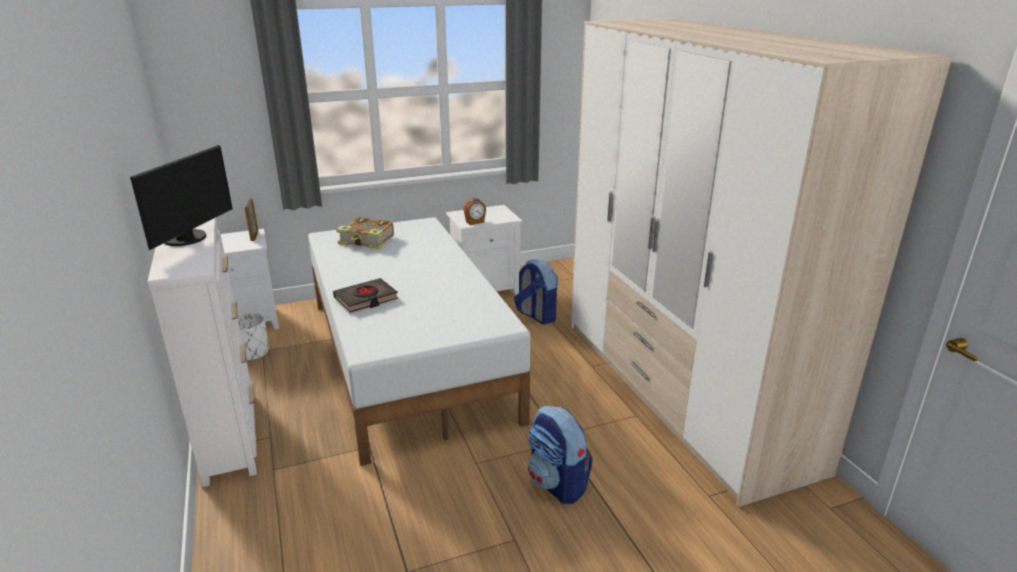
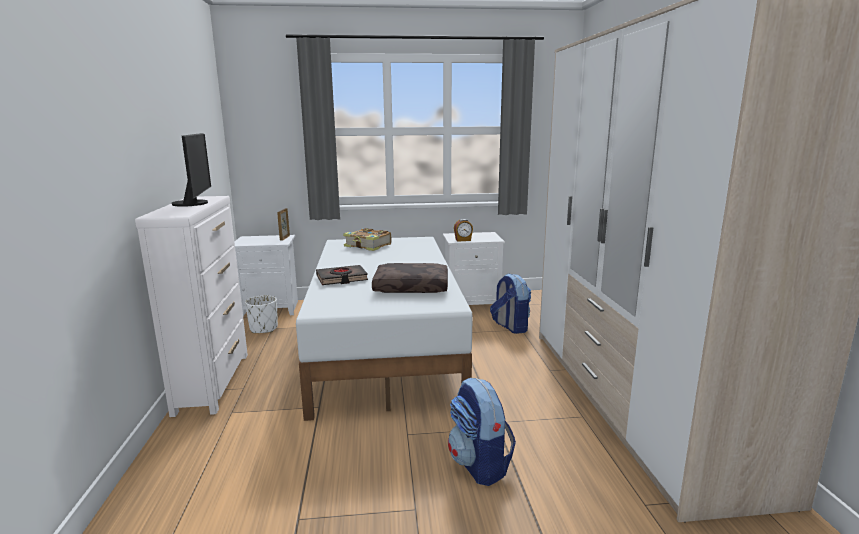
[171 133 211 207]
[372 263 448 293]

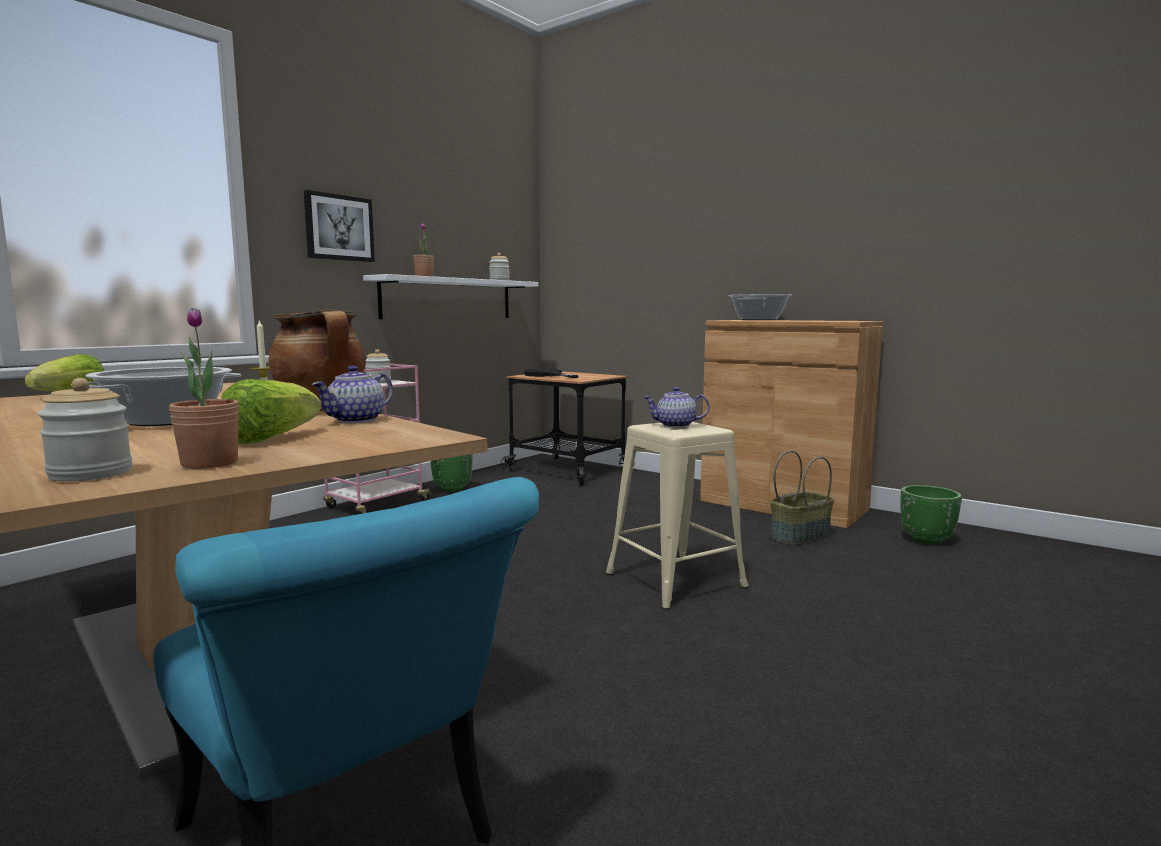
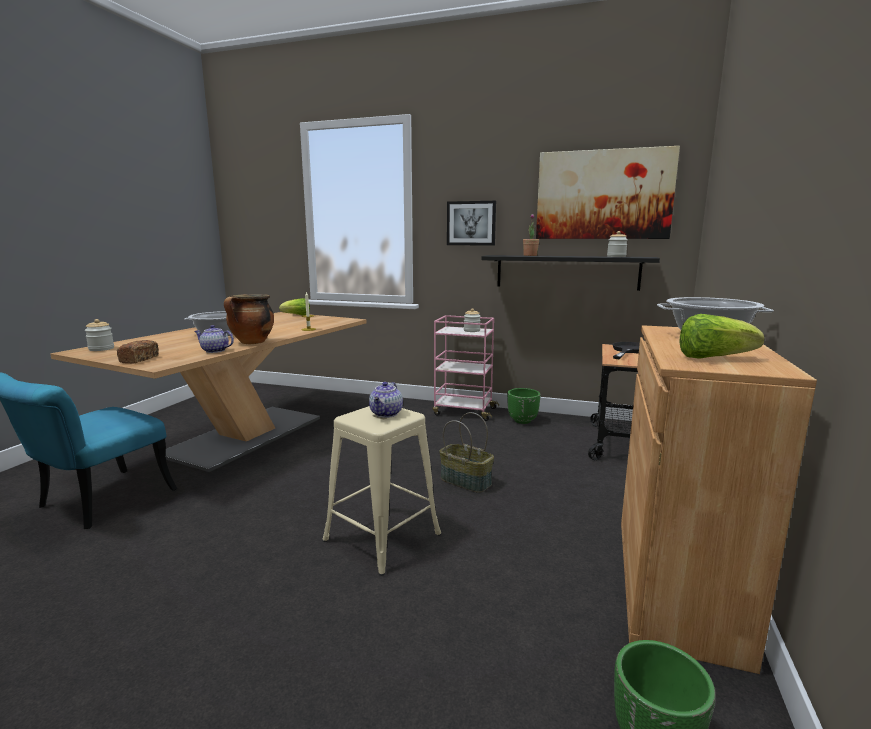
[481 255 660 291]
[169 308 239 469] (first image)
[680 314 765 359]
[369 382 403 418]
[439 412 494 493]
[536 146 680 239]
[117 340 159 364]

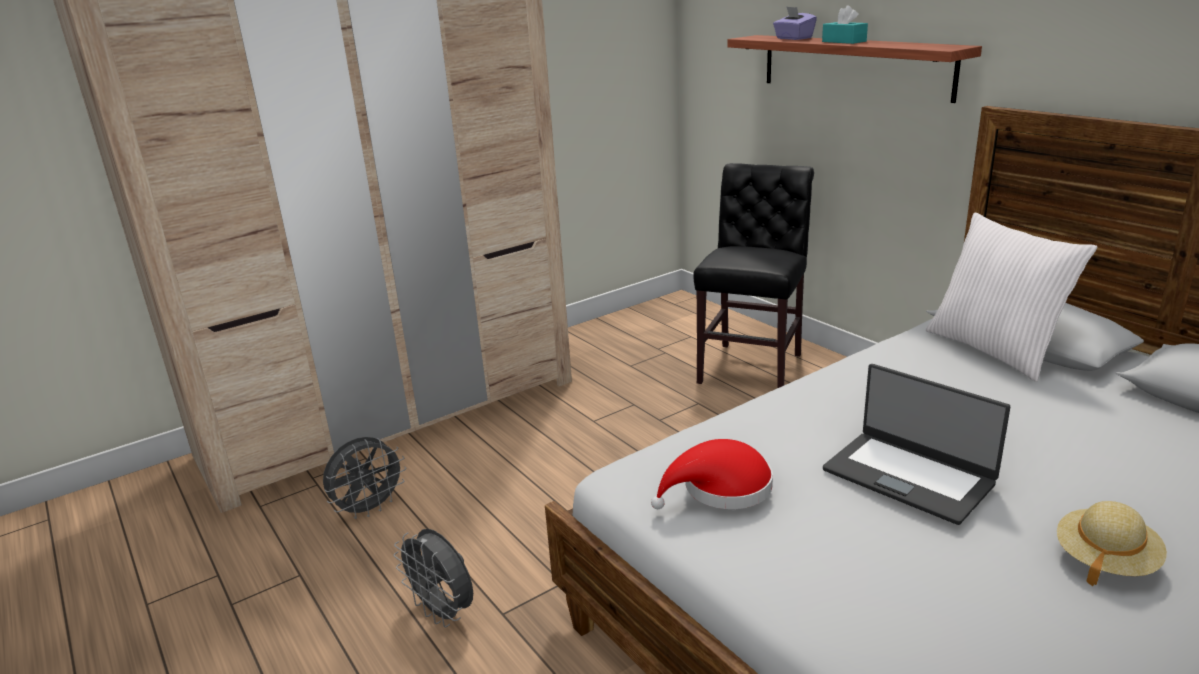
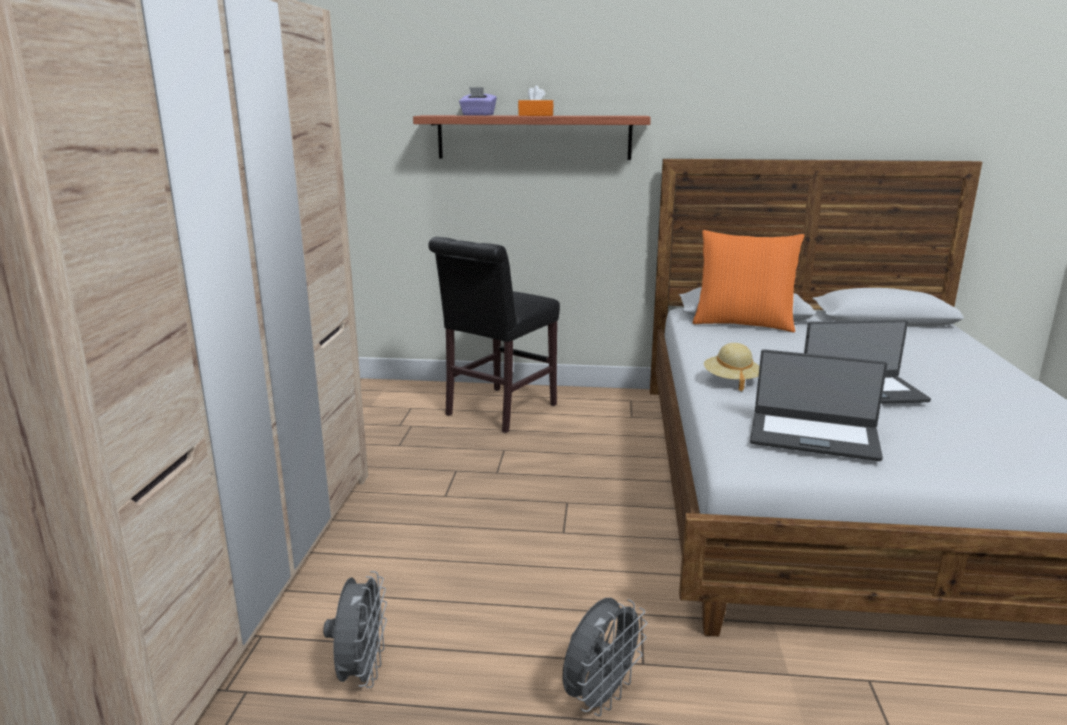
[518 85 554 116]
[428 237 560 433]
[693 230 804 332]
[750 349 887 461]
[704 343 760 391]
[563 598 647 716]

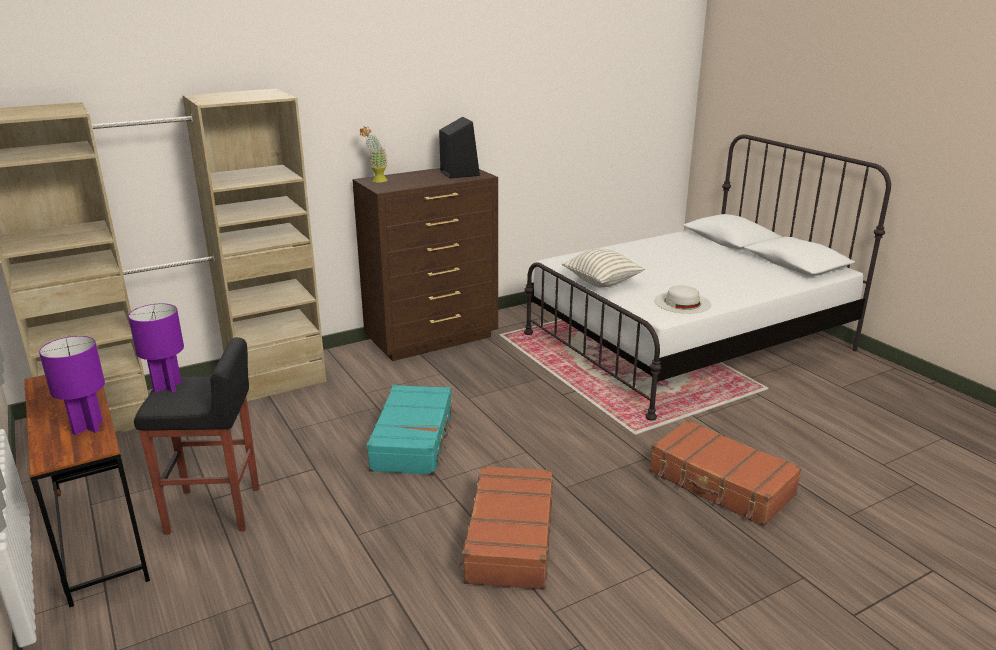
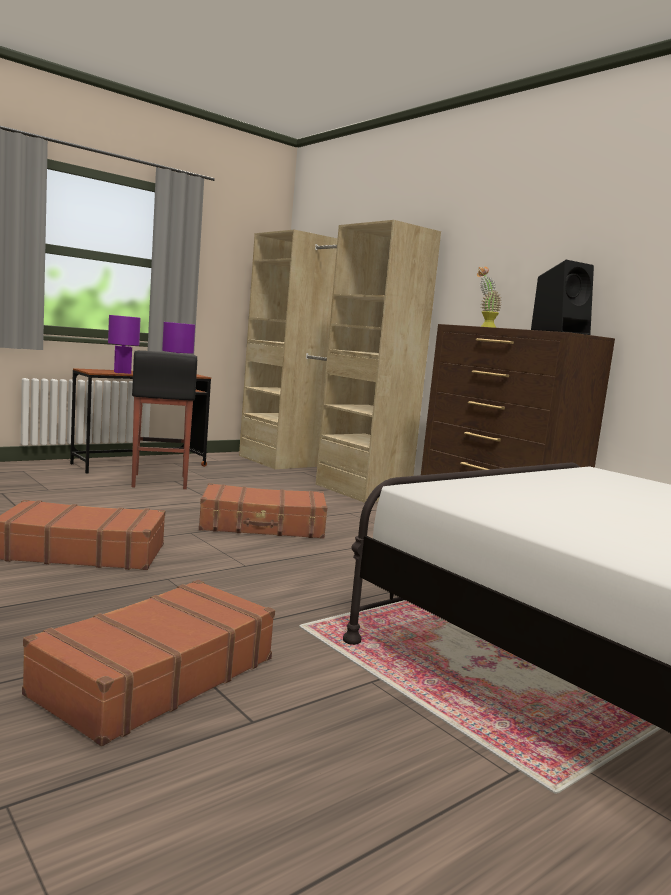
[562 249 645 288] (first image)
[654 286 711 314] (first image)
[199 483 327 539]

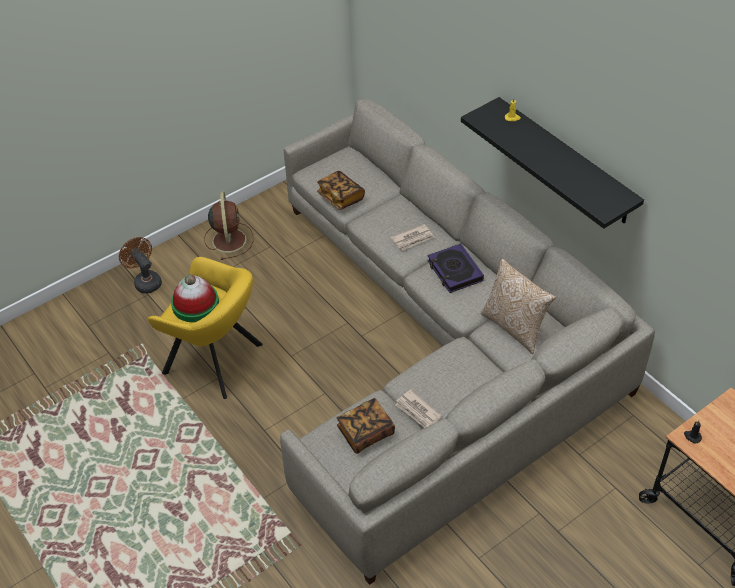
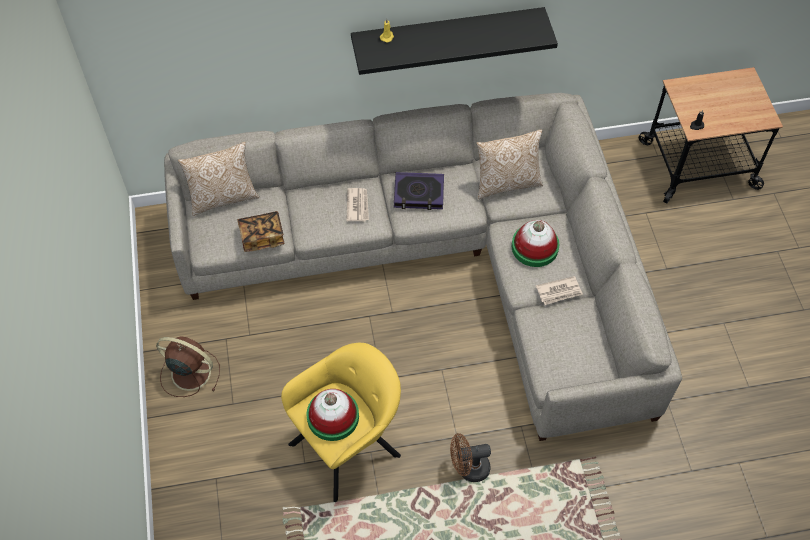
[450 433 491 482]
[337 398 395 454] (first image)
[178 142 259 216]
[512 220 559 267]

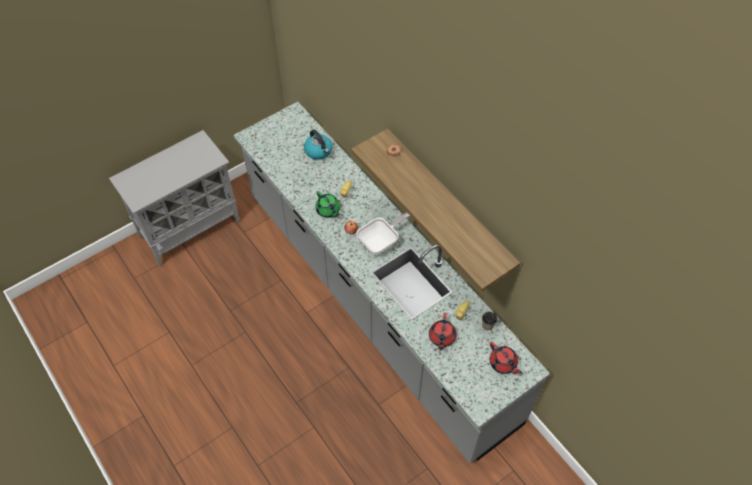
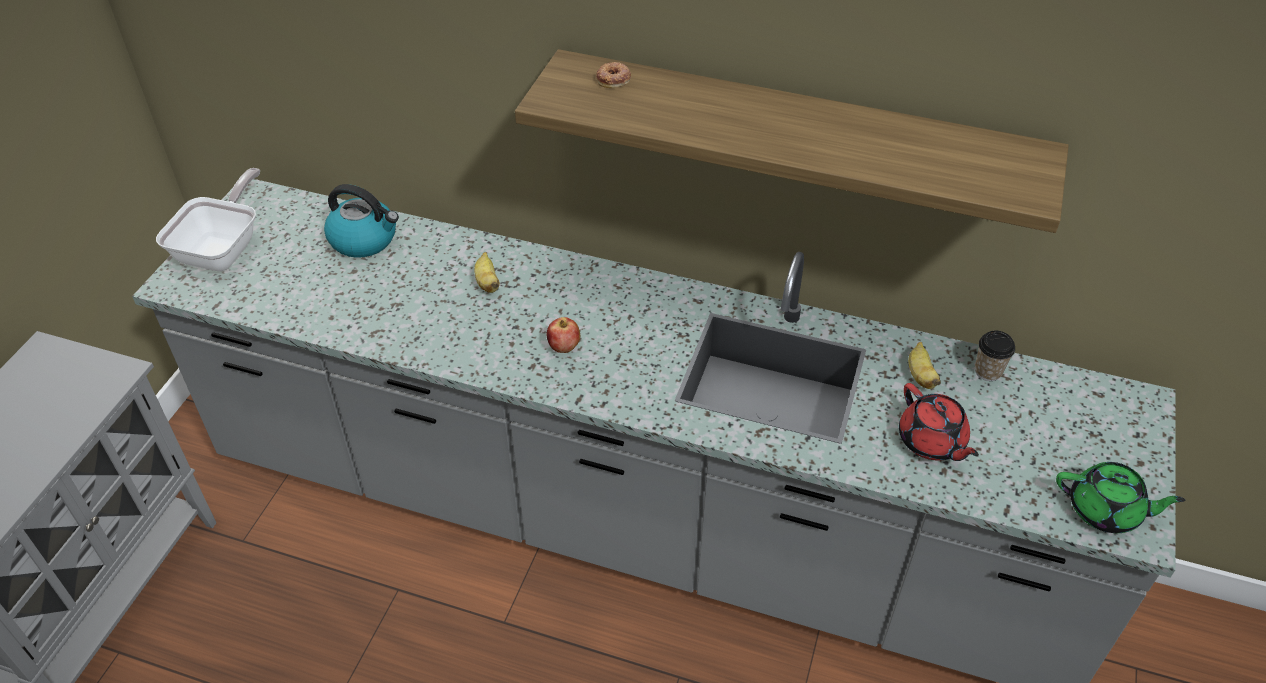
[1056 462 1185 533]
[156 168 260 271]
[490 342 522 374] (first image)

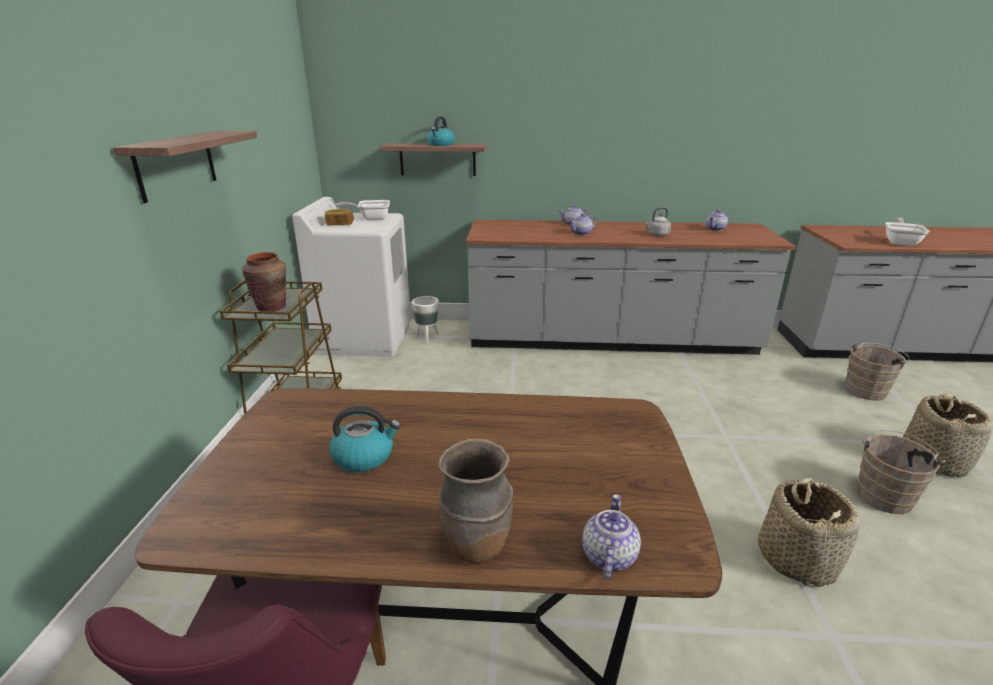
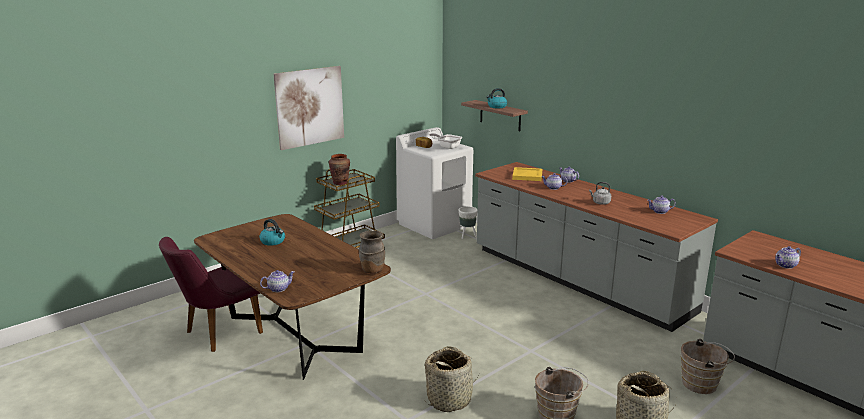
[274 66 344 150]
[775 246 801 269]
[359 230 385 273]
[512 167 542 181]

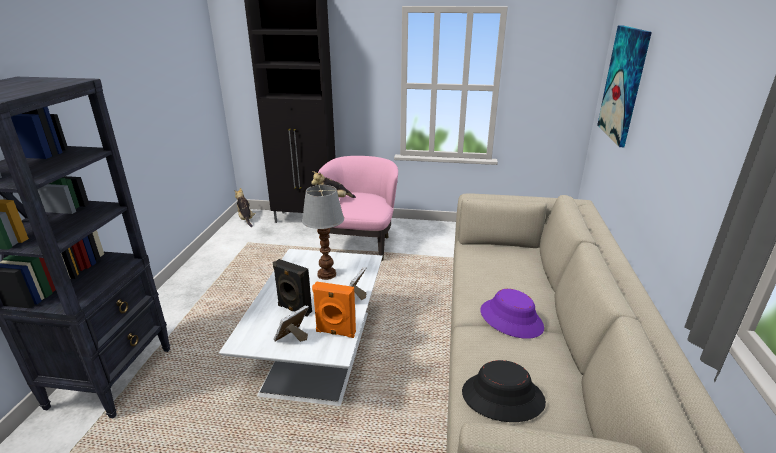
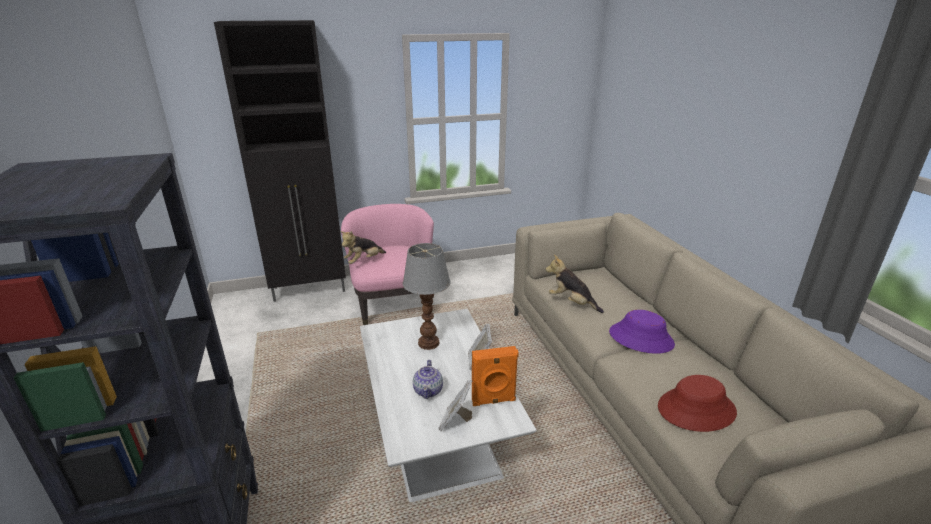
[597 25 652 147] (first image)
[546 255 604 313]
[413 360 443 399]
[658 375 737 432]

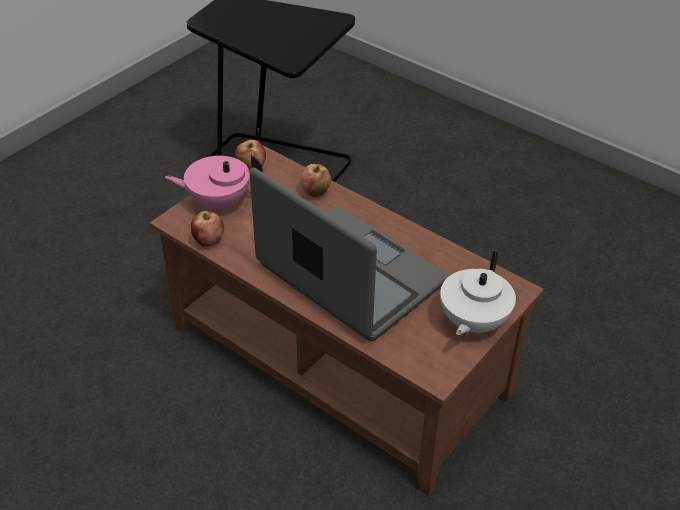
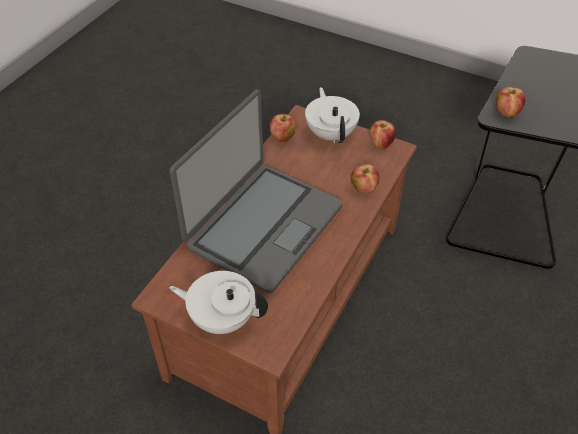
[305 87 360 143]
[496 87 525 117]

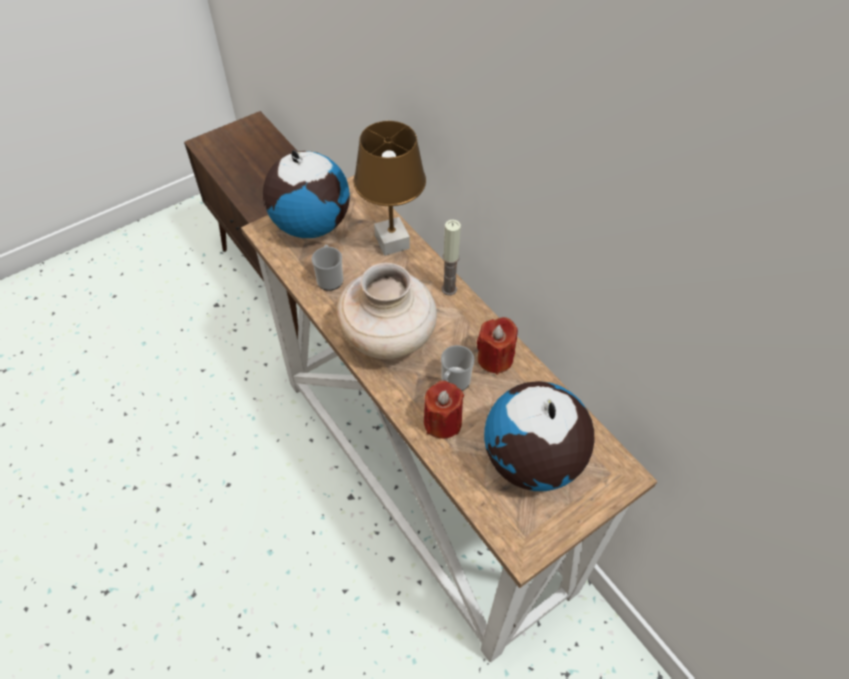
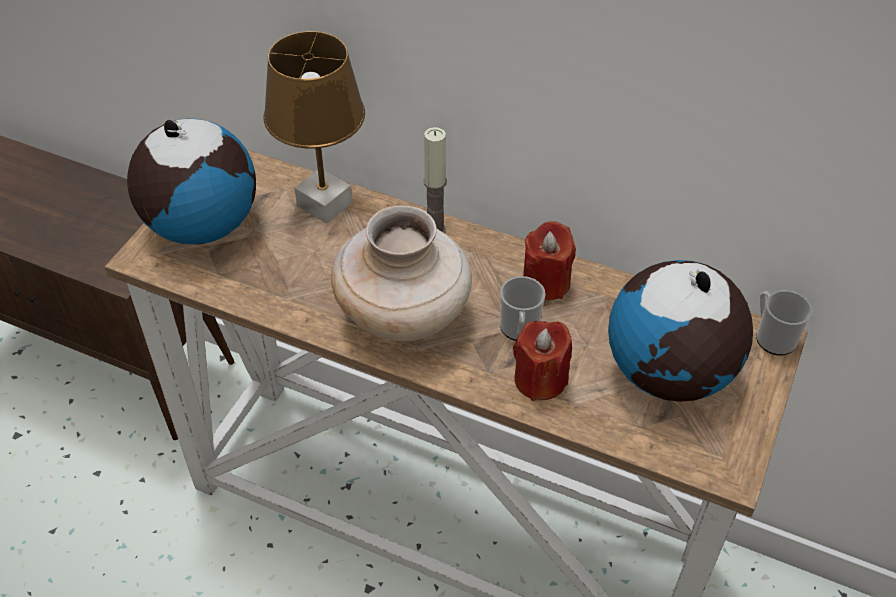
[756 290 812 355]

